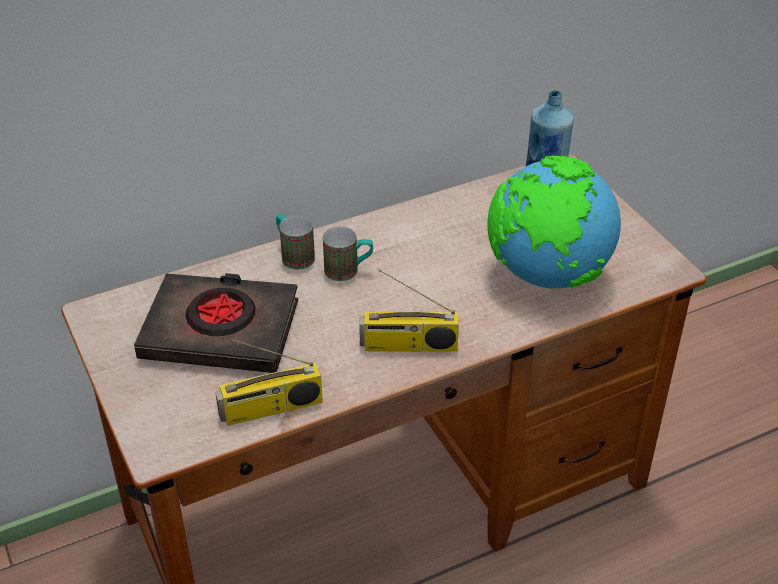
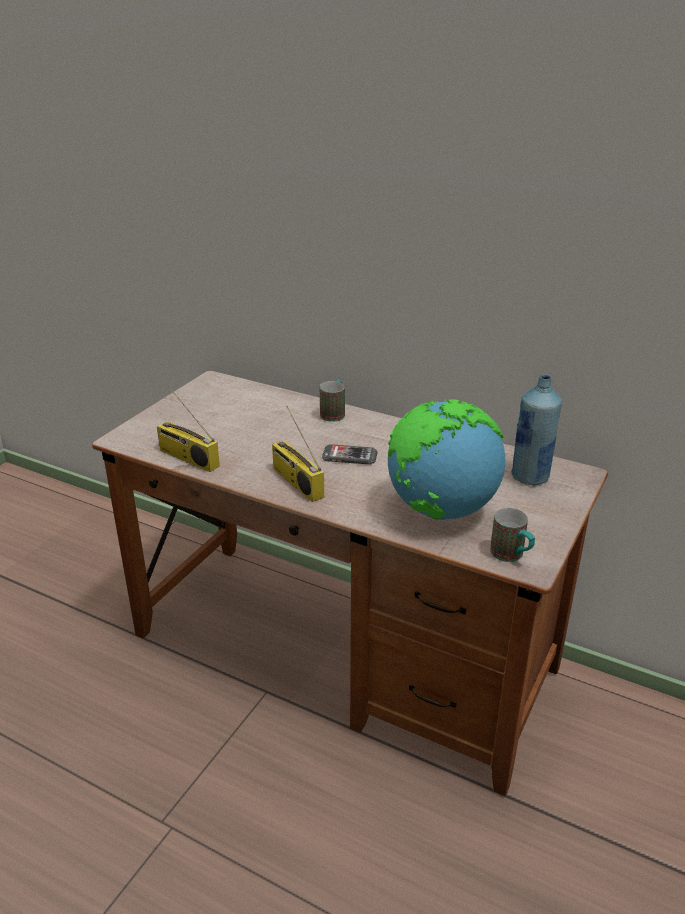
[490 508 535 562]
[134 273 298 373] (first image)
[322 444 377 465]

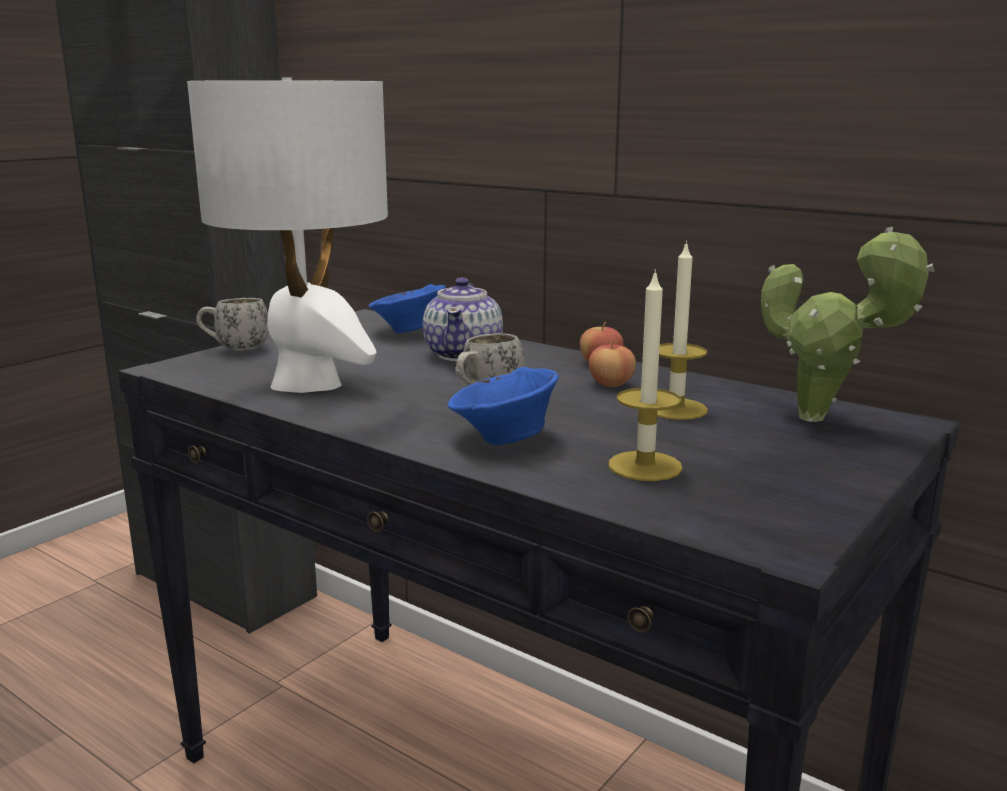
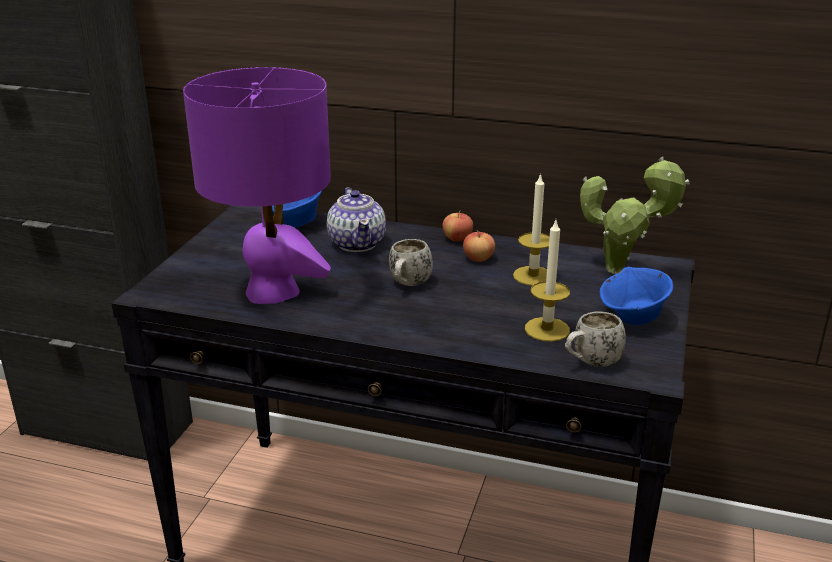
[183 67 331 304]
[565 312 626 367]
[599 267 673 325]

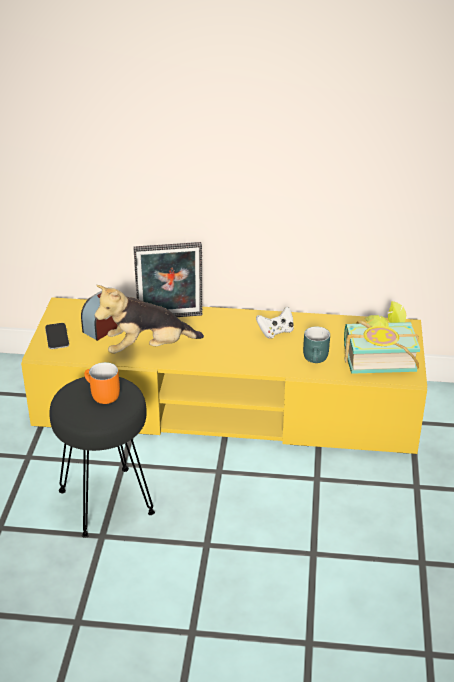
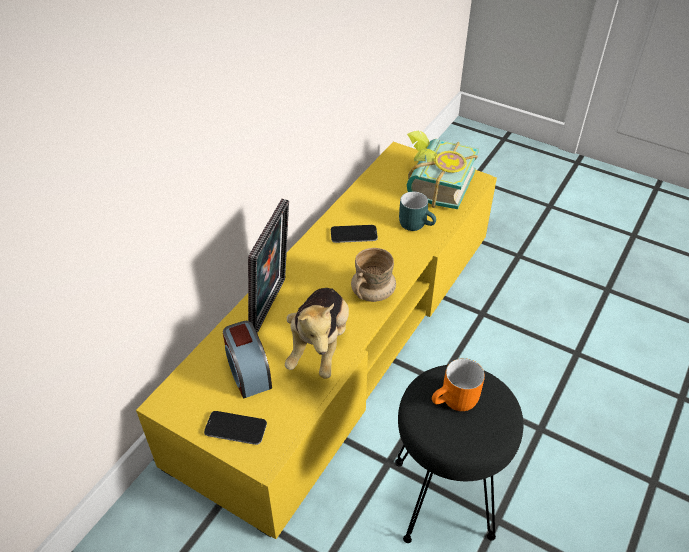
[331 225 378 243]
[351 248 396 302]

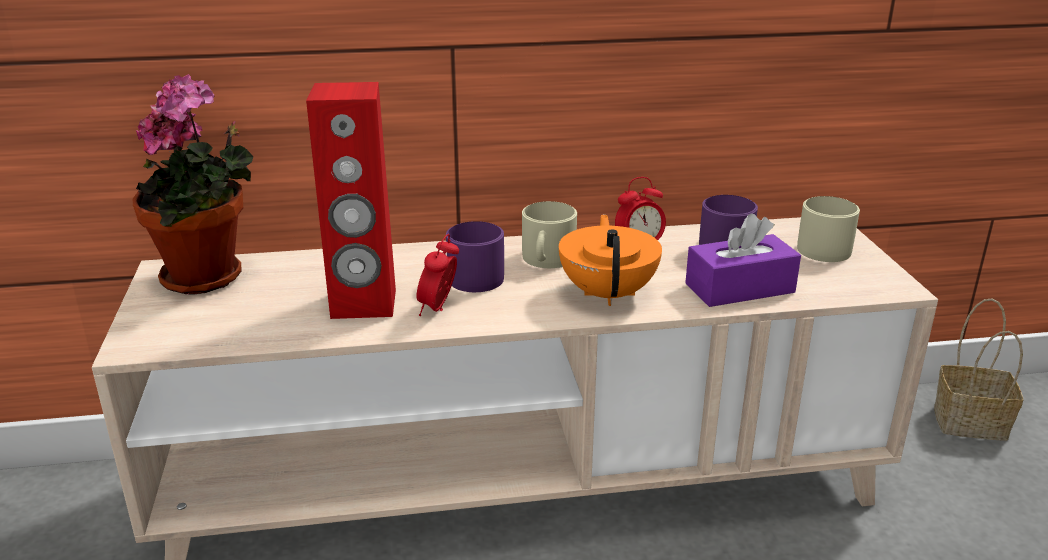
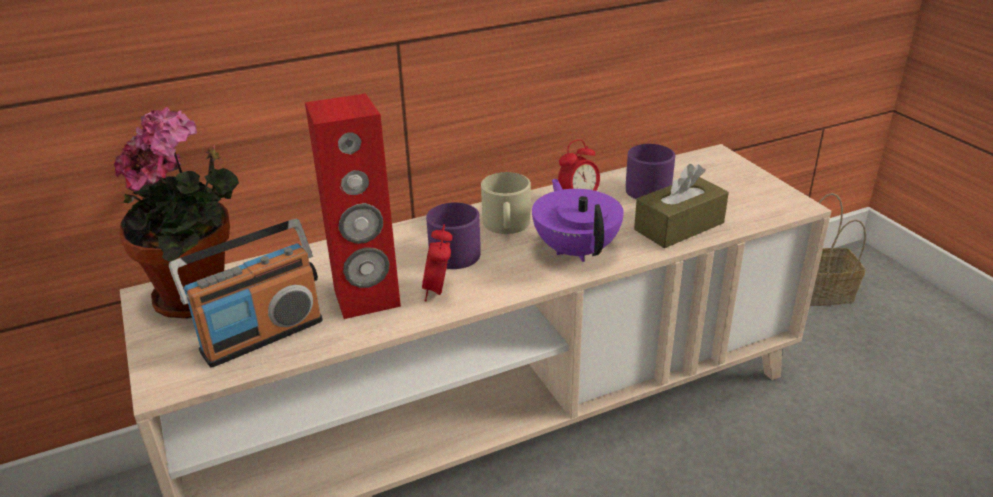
[797 196 860 262] (first image)
[634 164 729 248]
[532 179 624 262]
[169 218 323 368]

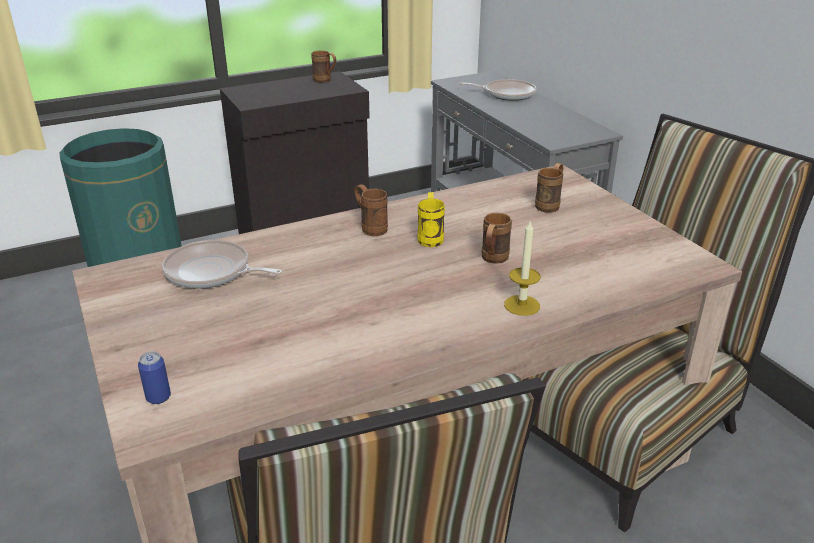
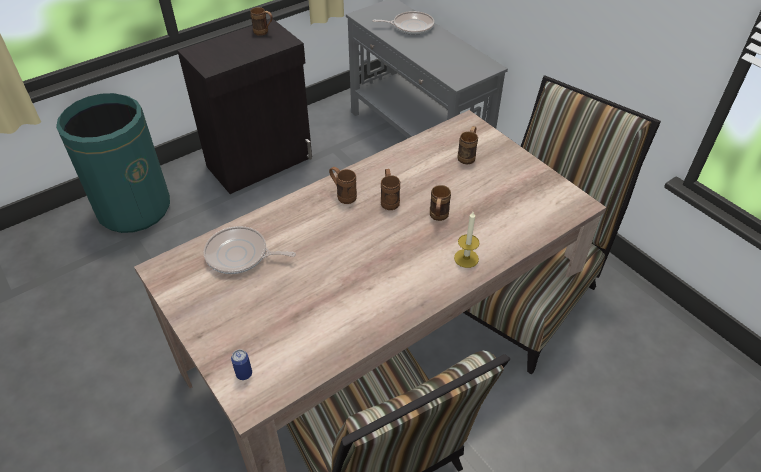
[381 169 400 210]

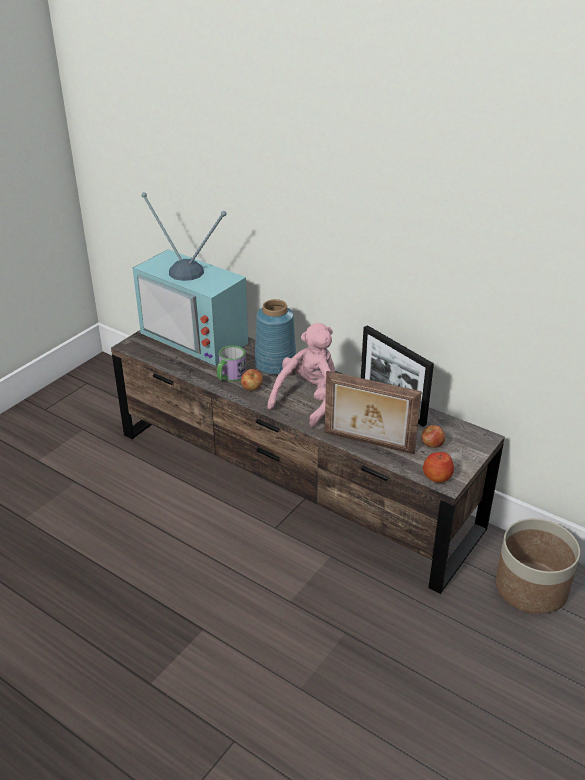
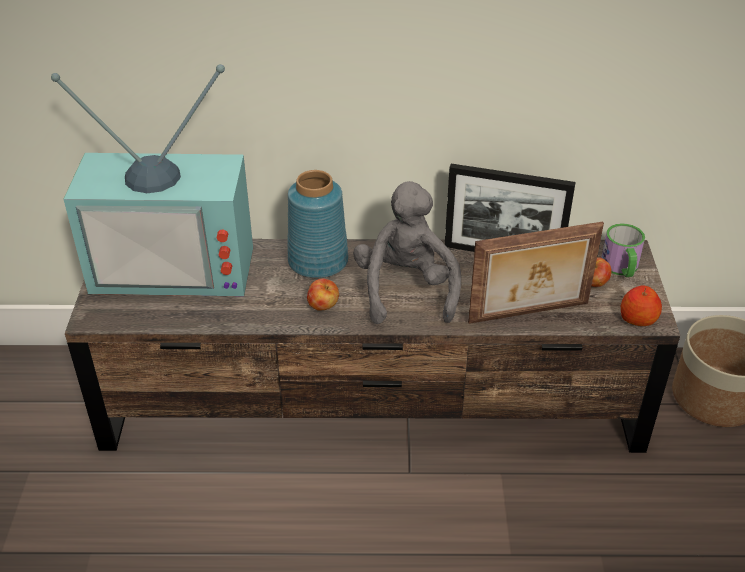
[353 181 461 324]
[601 223 645 277]

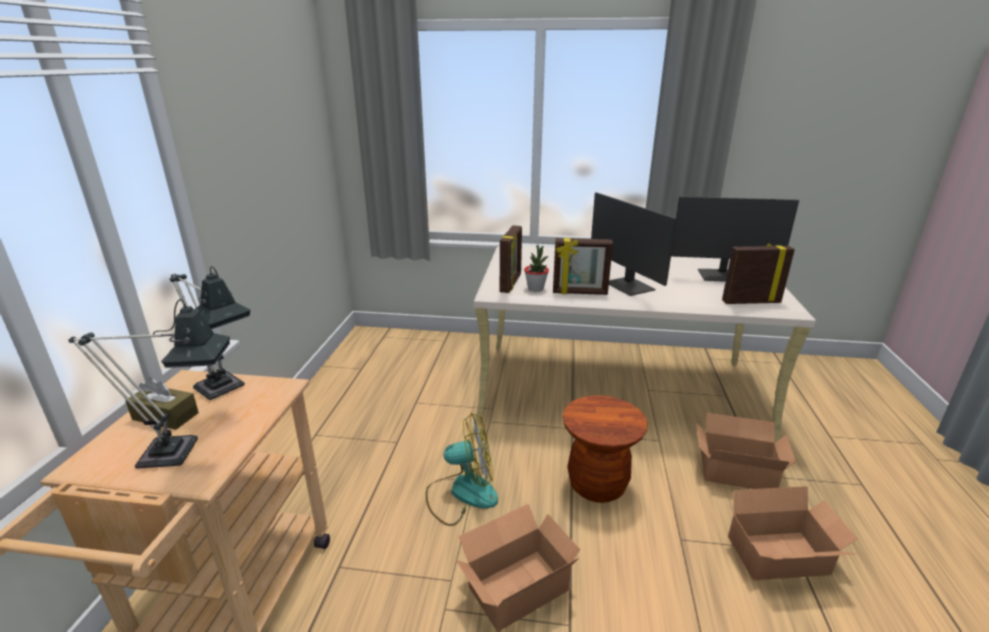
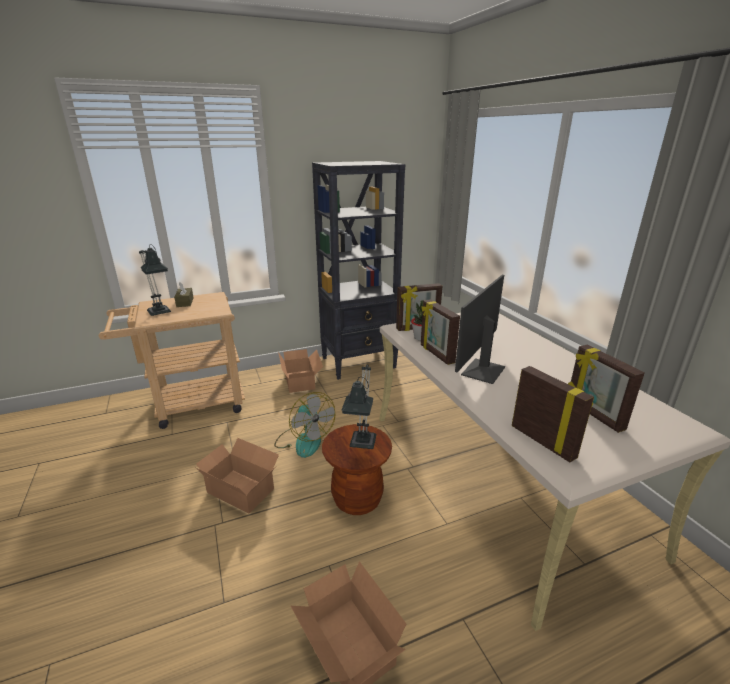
[571 345 644 433]
[342 364 376 449]
[278 349 323 393]
[312 161 405 380]

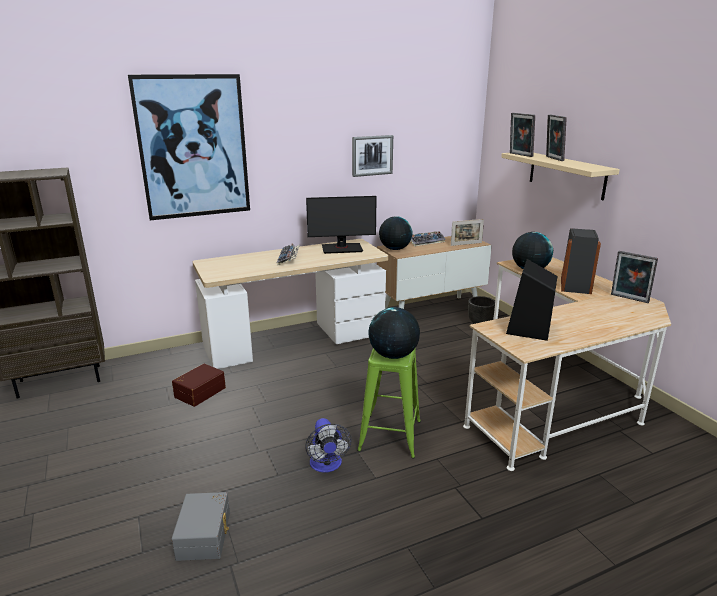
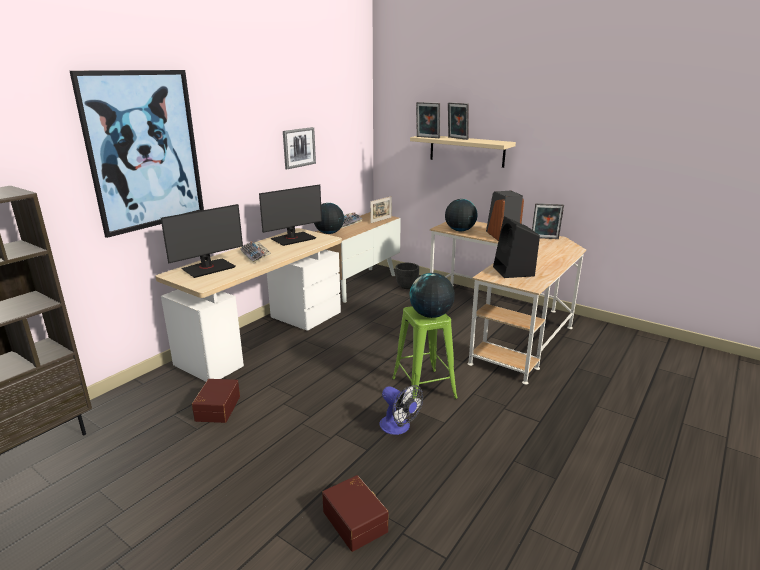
[322 475 388 552]
[161 204 243 278]

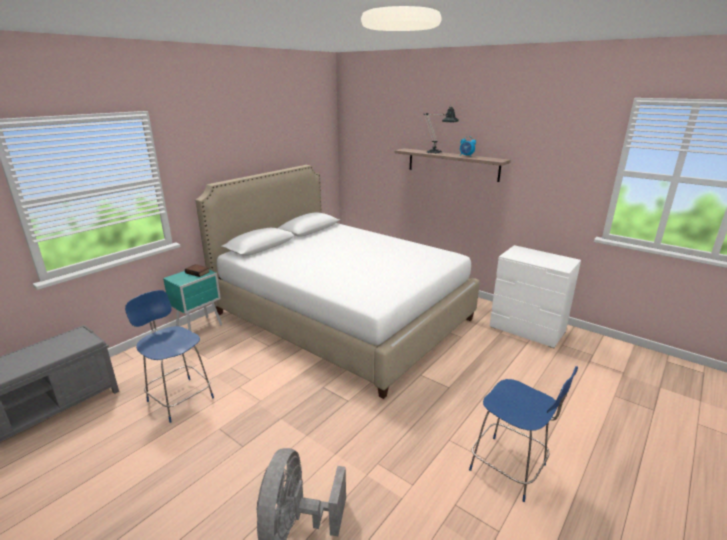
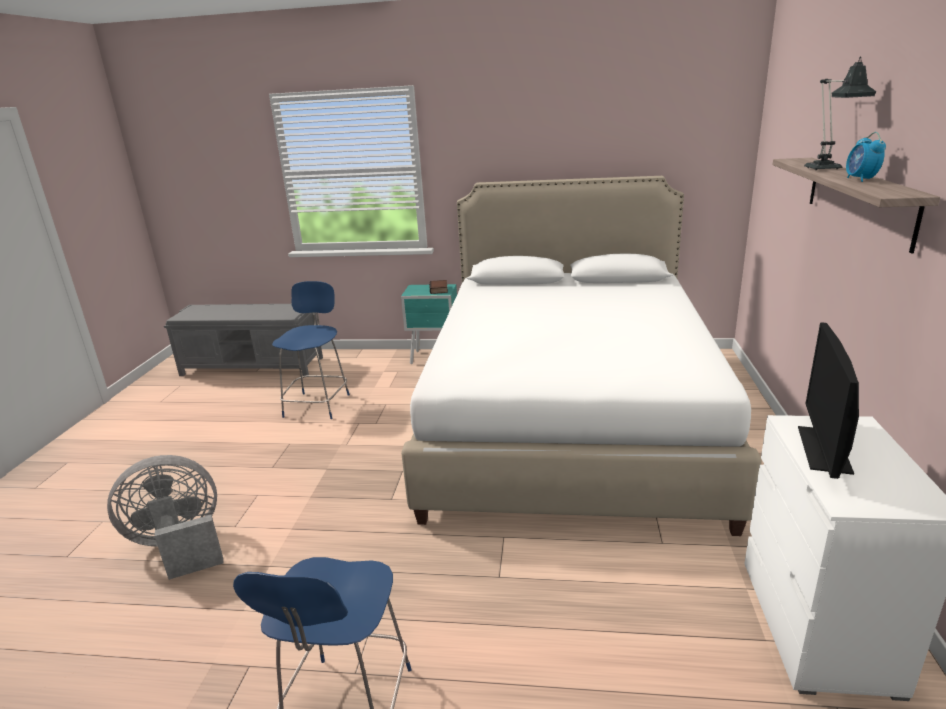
[798 322 859 479]

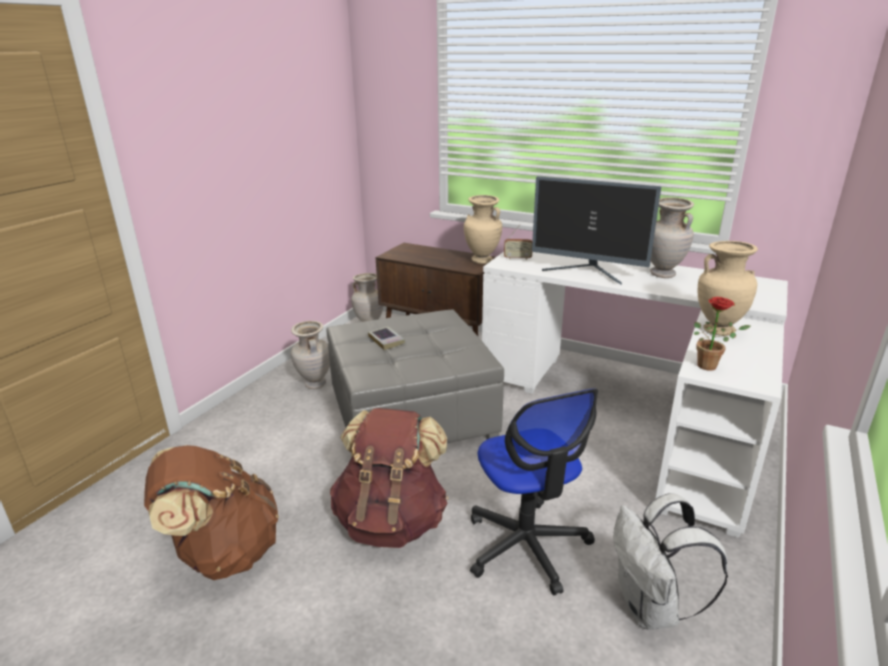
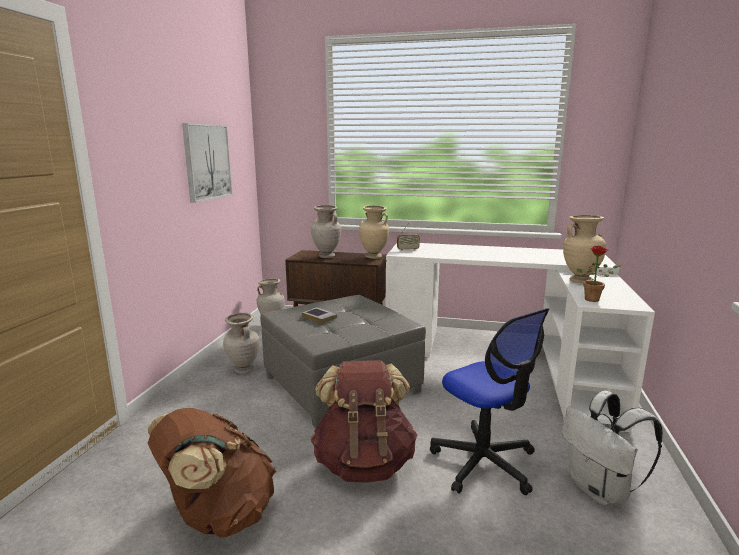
[532 176 661 285] (first image)
[311 205 341 258]
[182 123 233 203]

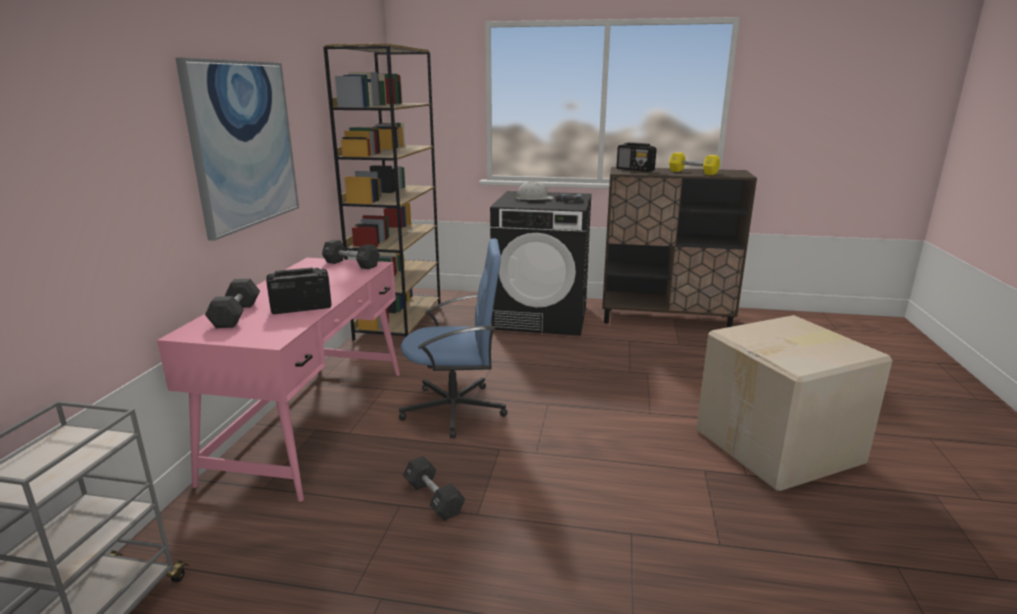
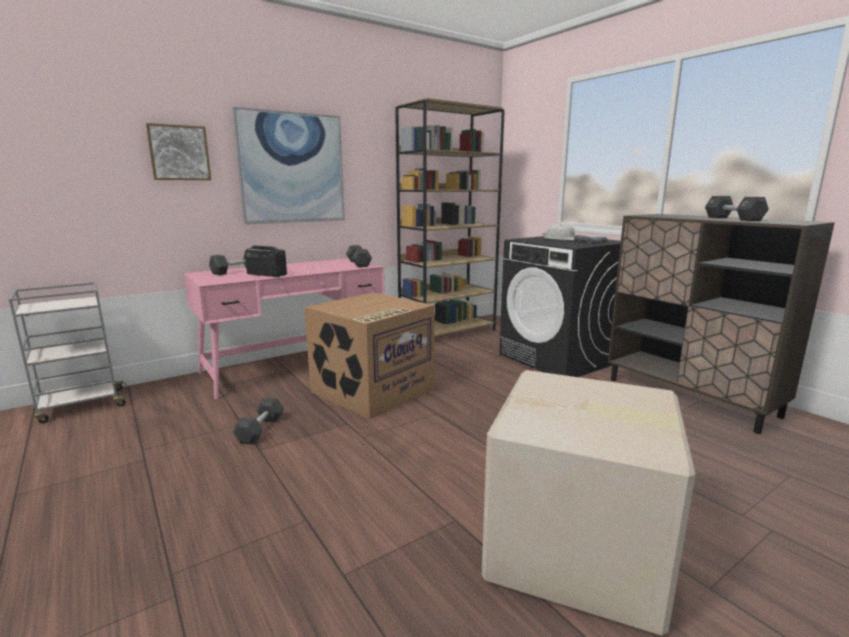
[617 142 657 172] (first image)
[705 196 769 221]
[305 292 434 419]
[146 123 211 180]

